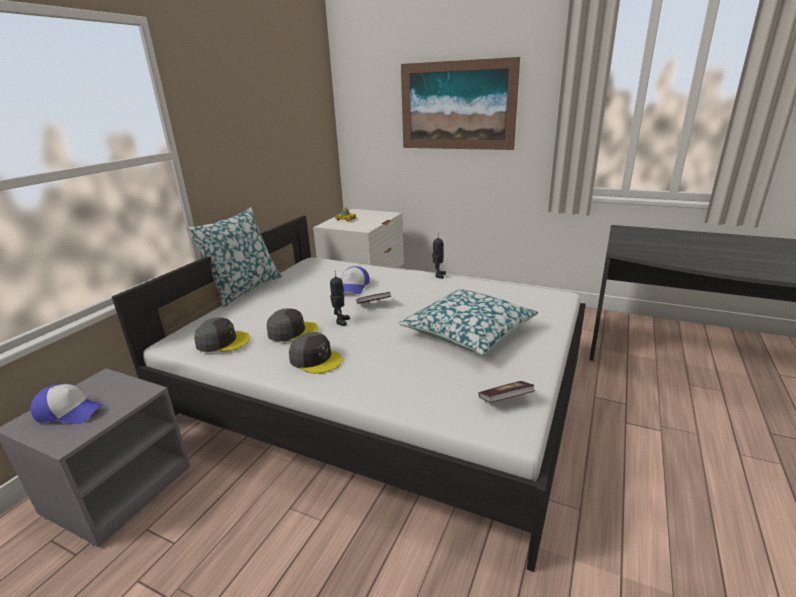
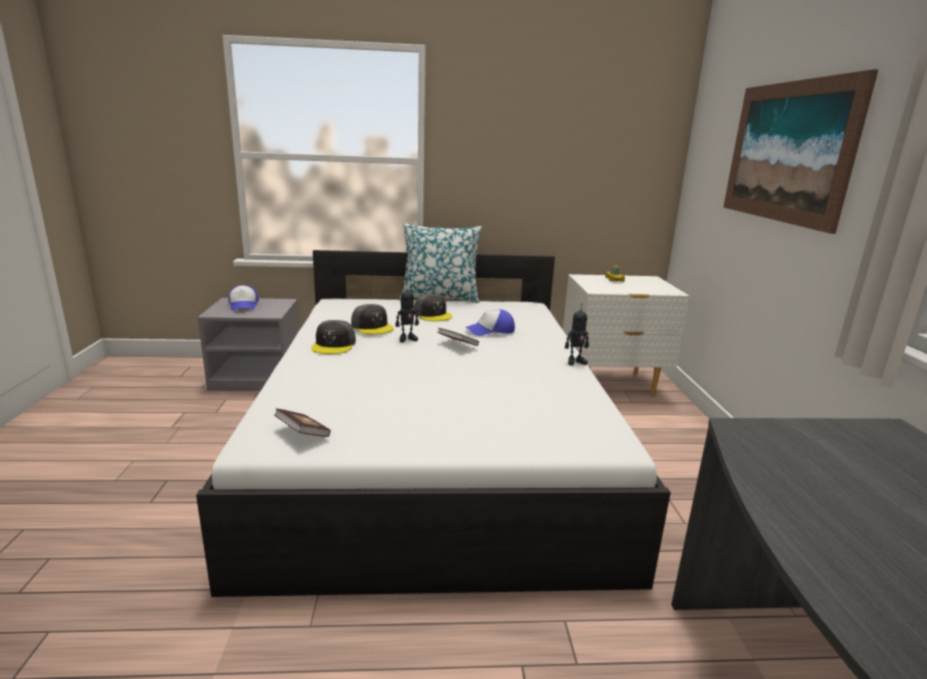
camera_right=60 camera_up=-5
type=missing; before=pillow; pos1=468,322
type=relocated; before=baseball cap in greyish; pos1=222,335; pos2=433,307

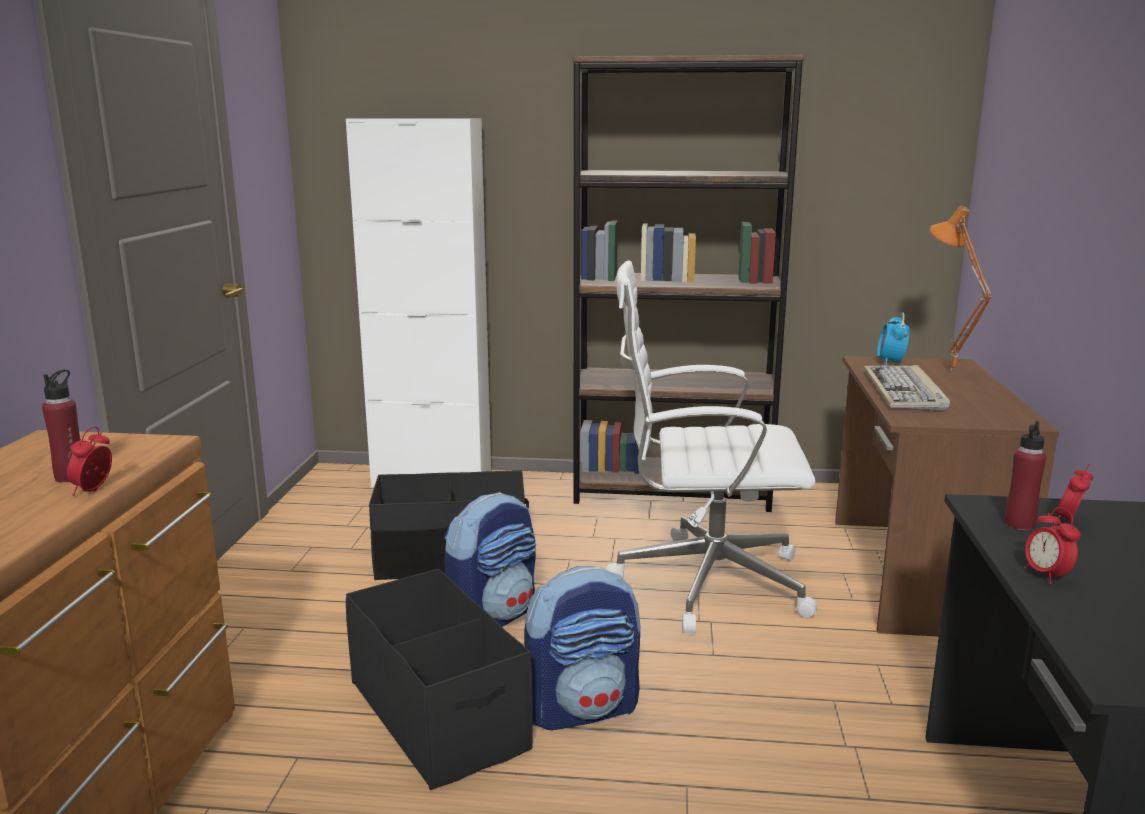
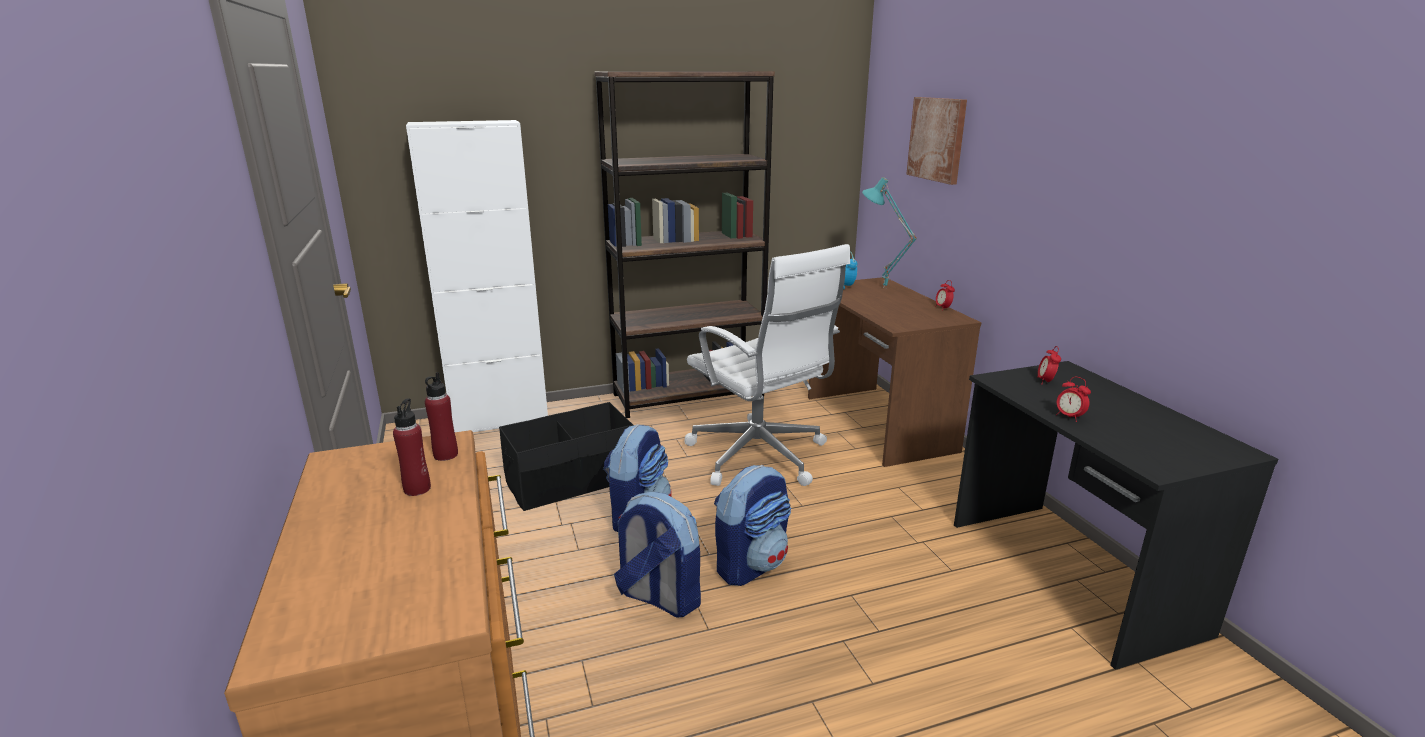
camera_right=-25 camera_up=5
type=missing; before=keyboard; pos1=907,387
type=appeared; after=picture; pos2=936,141
type=relocated; before=bedside clock; pos1=89,461; pos2=945,295
type=relocated; before=drink bottle in red; pos1=1025,475; pos2=441,416
type=exchanged; before=storage box in black-coloured; after=rucksack; pos1=439,679; pos2=657,554
type=colour; before=tabletop lamp in orangey; after=tabletop lamp in blue-green; pos1=961,289; pos2=889,232
type=spun; before=desk chair in white-coloured; pos1=711,447; pos2=767,365; turn=-105

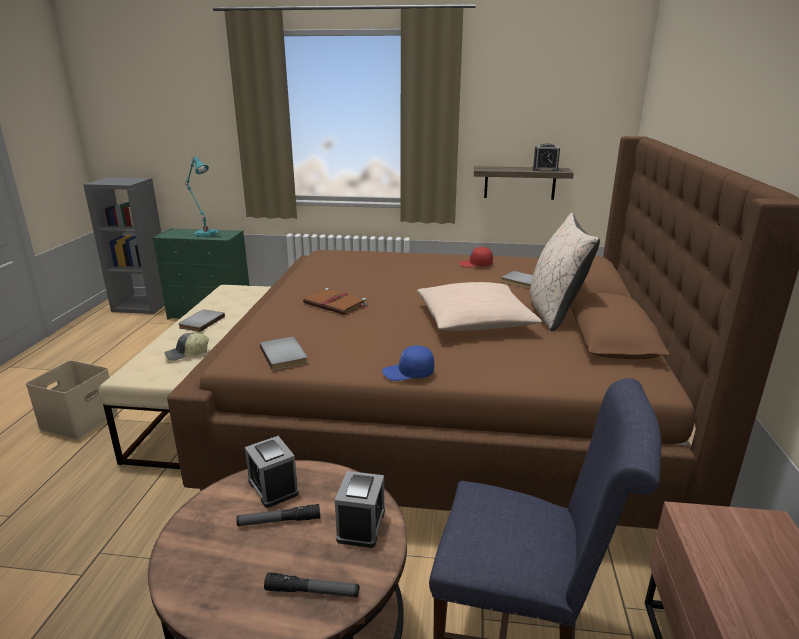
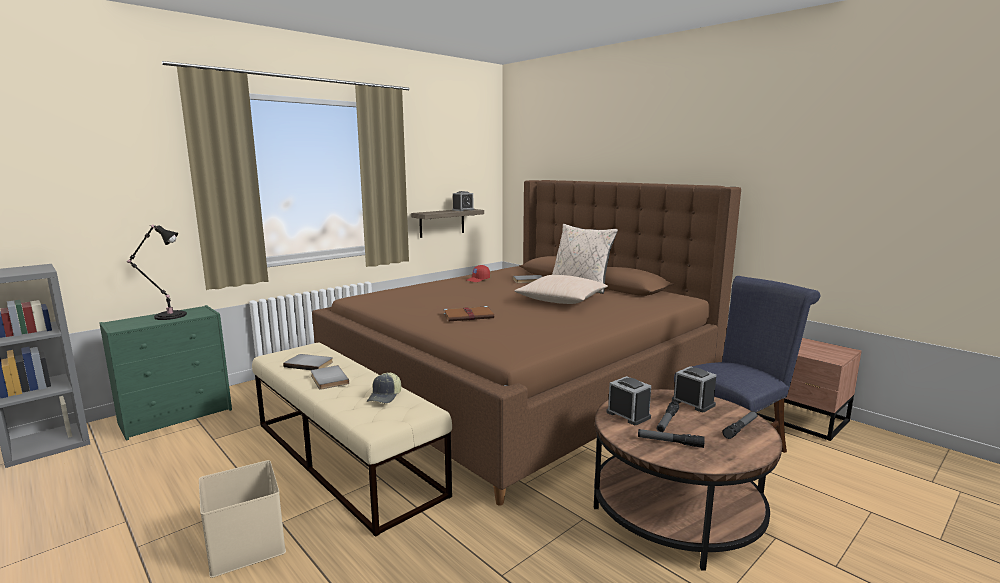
camera_right=-50 camera_up=-10
type=missing; before=baseball cap in blue-coloured; pos1=408,363
type=appeared; after=hand torch; pos2=671,438
type=relocated; before=volume in greyish; pos1=284,353; pos2=308,362
type=colour; before=tabletop lamp in blue-green; after=tabletop lamp in black-coloured; pos1=201,196; pos2=156,272
type=spun; before=bedside clock; pos1=272,472; pos2=628,400; turn=-135

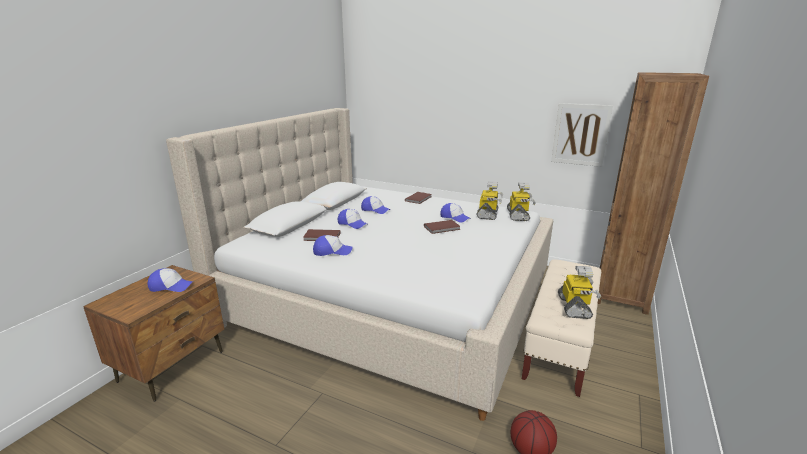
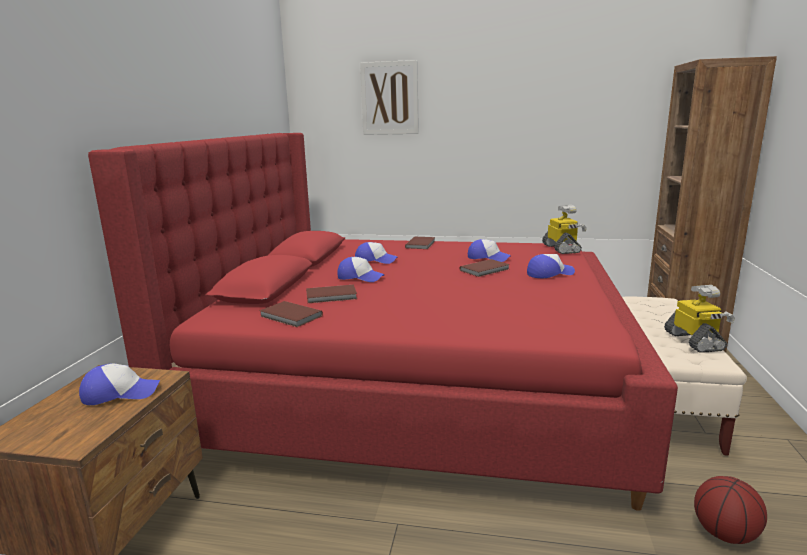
camera_right=-15 camera_up=-5
type=missing; before=toy robot; pos1=490,201
type=appeared; after=volume in brownish; pos2=291,314
type=relocated; before=baseball cap; pos1=333,245; pos2=551,266
type=relocated; before=picture; pos1=582,135; pos2=389,97
type=colour; before=sleeping bed in beige-coloured; after=sleeping bed in red; pos1=359,264; pos2=383,322

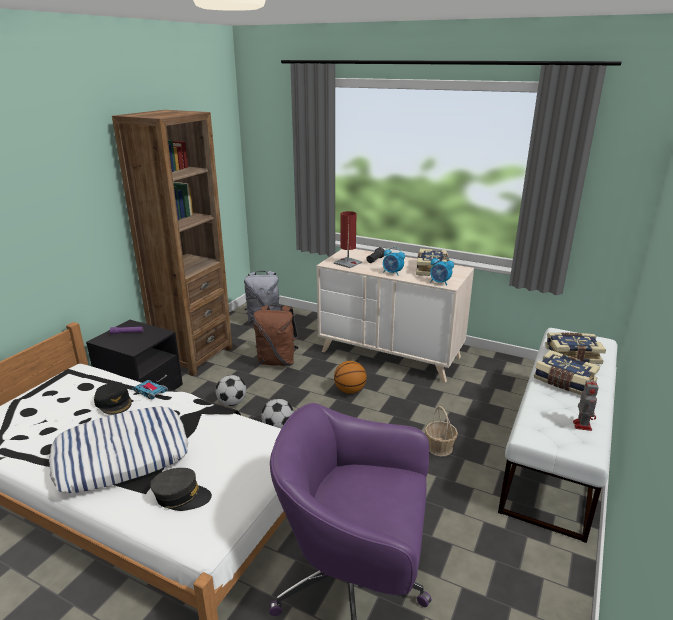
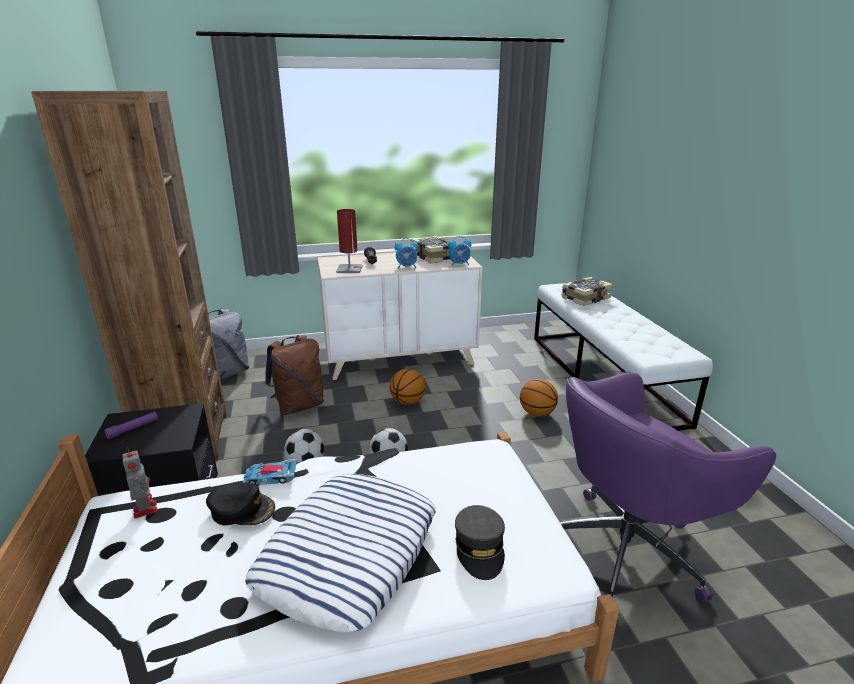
camera_right=-40 camera_up=0
type=missing; before=volume; pos1=567,372
type=relocated; before=toy robot; pos1=586,404; pos2=140,483
type=exchanged; before=basket; after=ball for basketball; pos1=441,431; pos2=539,398
type=spun; before=baseball cap in greyish; pos1=181,489; pos2=480,542; turn=120

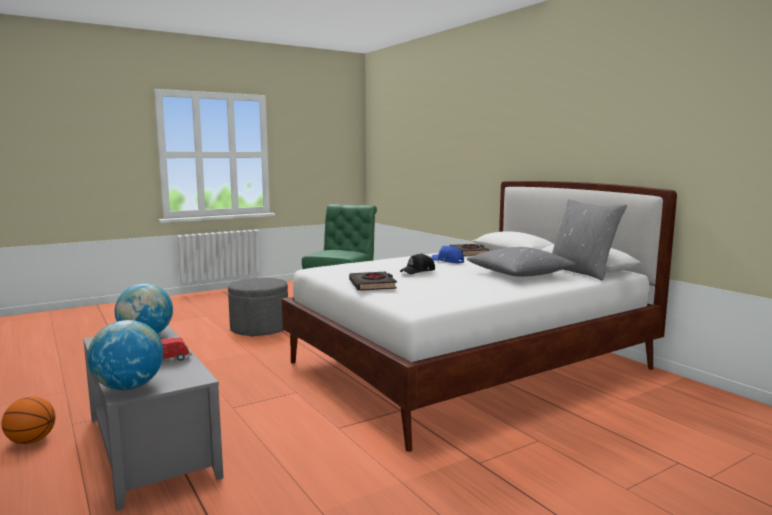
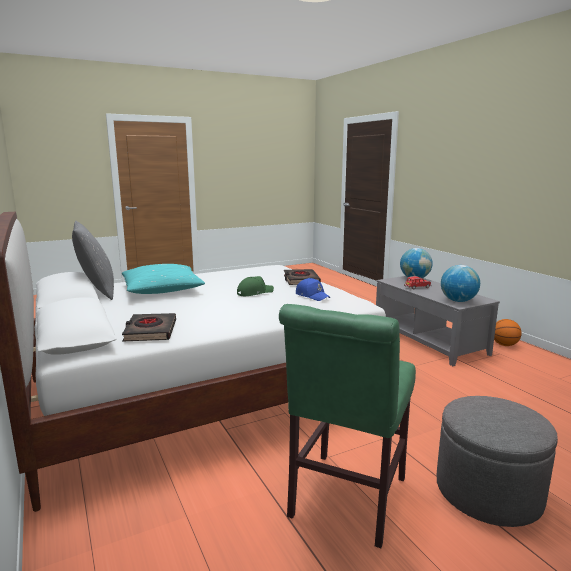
camera_right=-175 camera_up=5
type=relocated; before=baseball cap in blue-coloured; pos1=447,254; pos2=313,289
type=colour; before=baseball cap in black-coloured; after=baseball cap in green; pos1=417,263; pos2=255,286
type=colour; before=pillow in greyish; after=pillow in blue-green; pos1=521,262; pos2=163,279

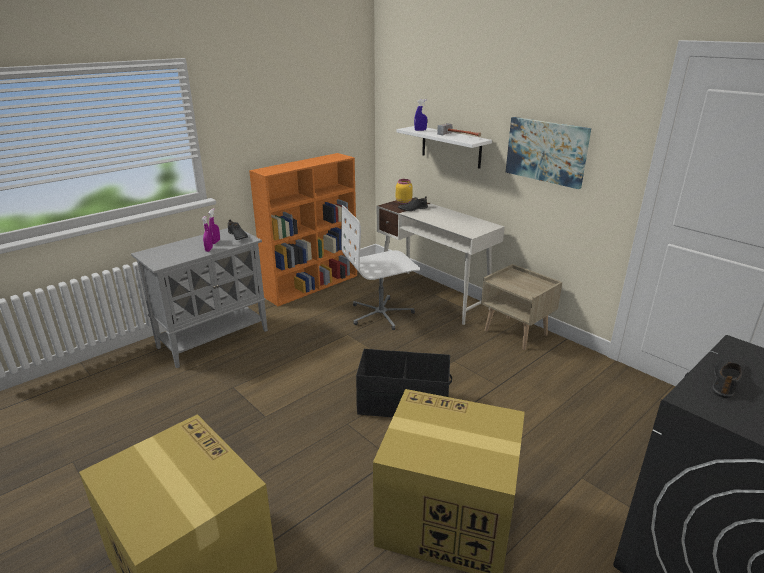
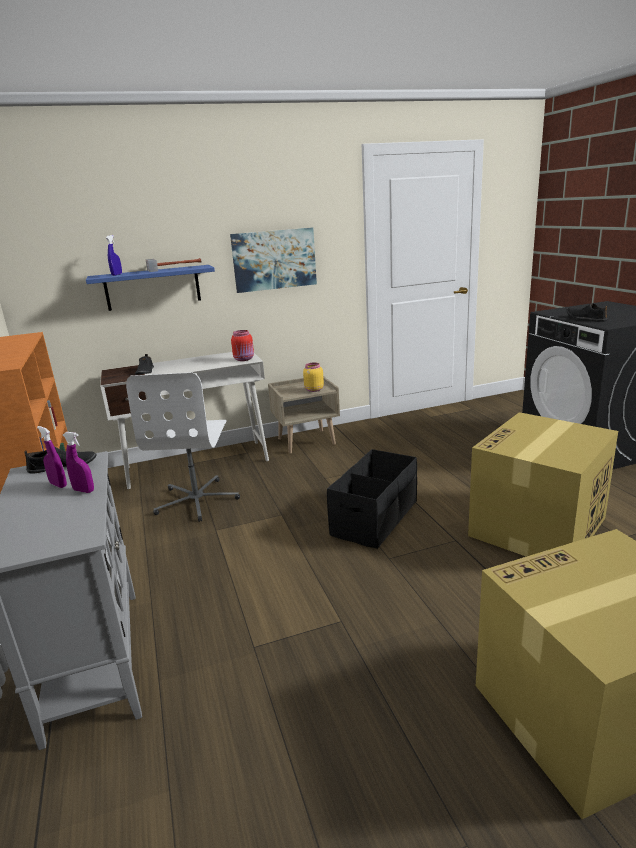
camera_right=-65 camera_up=-5
type=appeared; after=storage jar in red; pos2=242,345
type=relocated; before=storage jar in yellowish; pos1=404,191; pos2=313,377
type=colour; before=bracket shelf in white-coloured; after=bracket shelf in blue-coloured; pos1=444,147; pos2=150,288

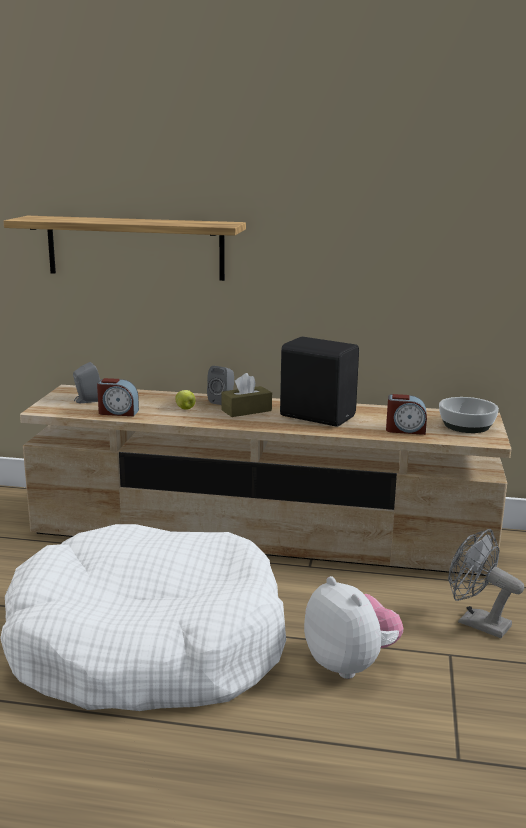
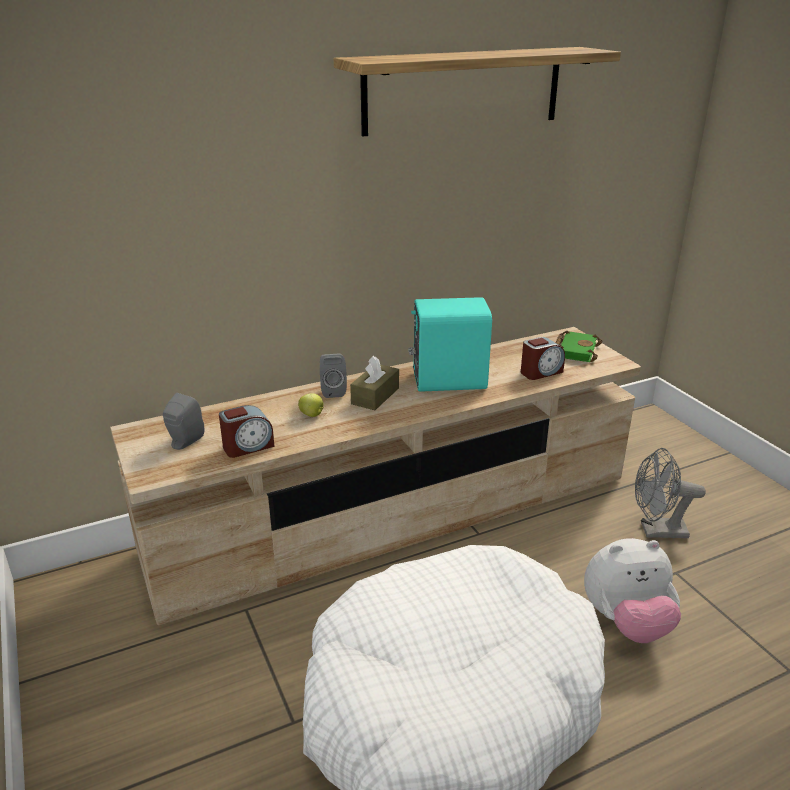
camera_right=-35 camera_up=10
type=relocated; before=bracket shelf; pos1=125,248; pos2=477,92
type=exchanged; before=serving bowl; after=volume in green; pos1=469,415; pos2=579,346
type=colour; before=audio speaker in black-coloured; after=audio speaker in blue-green; pos1=319,382; pos2=450,344
type=spun; before=plush toy; pos1=353,627; pos2=632,590; turn=150

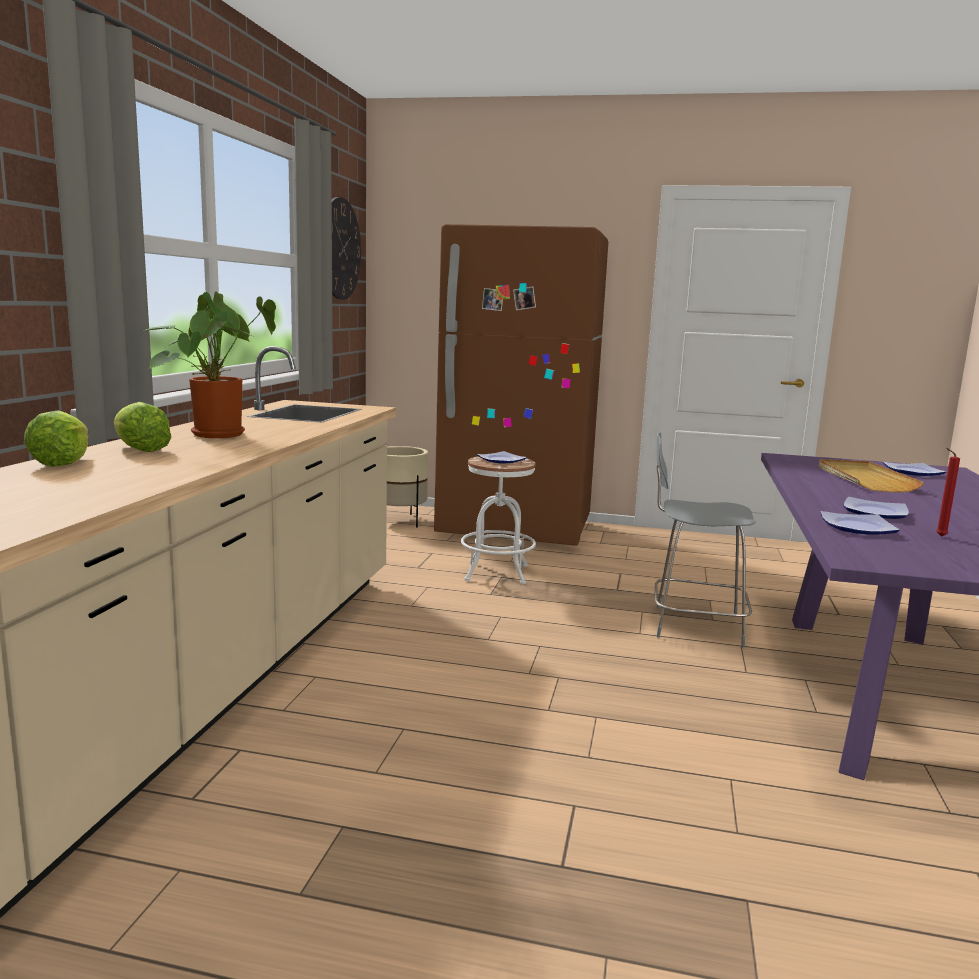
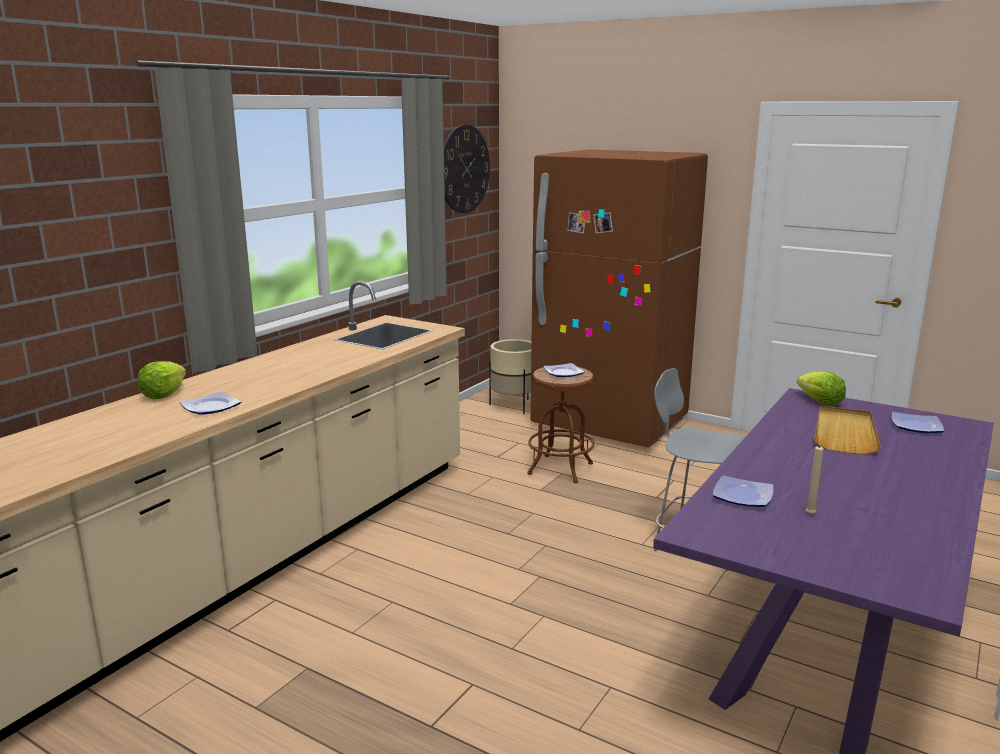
camera_right=20 camera_up=5
type=missing; before=potted plant; pos1=210,364
type=relocated; before=head of lettuce; pos1=143,427; pos2=821,388
type=relocated; before=plate; pos1=876,508; pos2=210,403
type=colour; before=stool seat in white-coloured; after=stool seat in brownish; pos1=498,520; pos2=561,425
type=colour; before=candle in red; after=candle in beige-coloured; pos1=948,492; pos2=815,477

